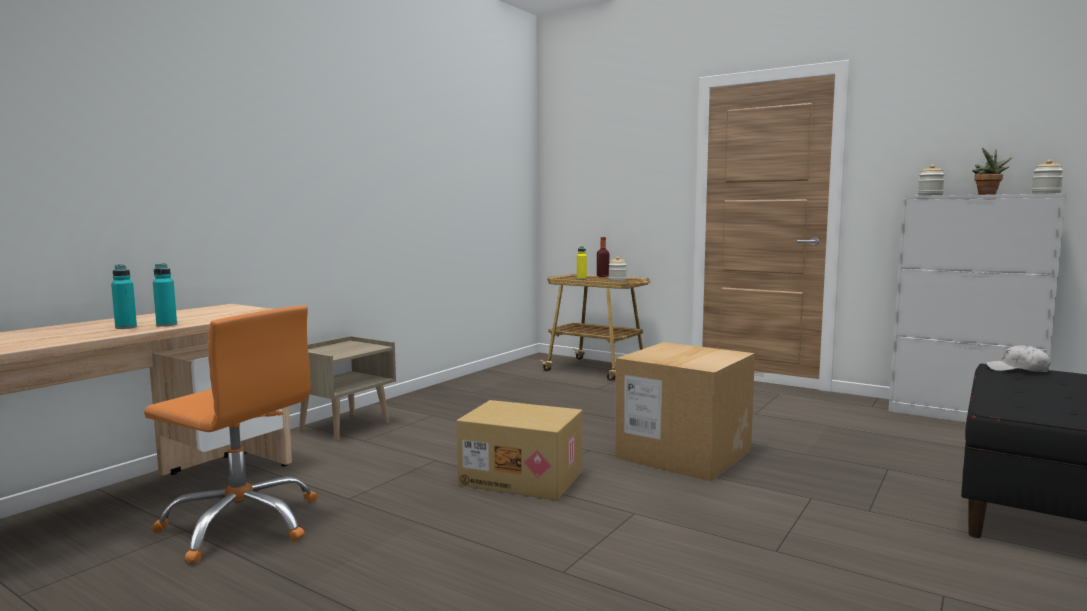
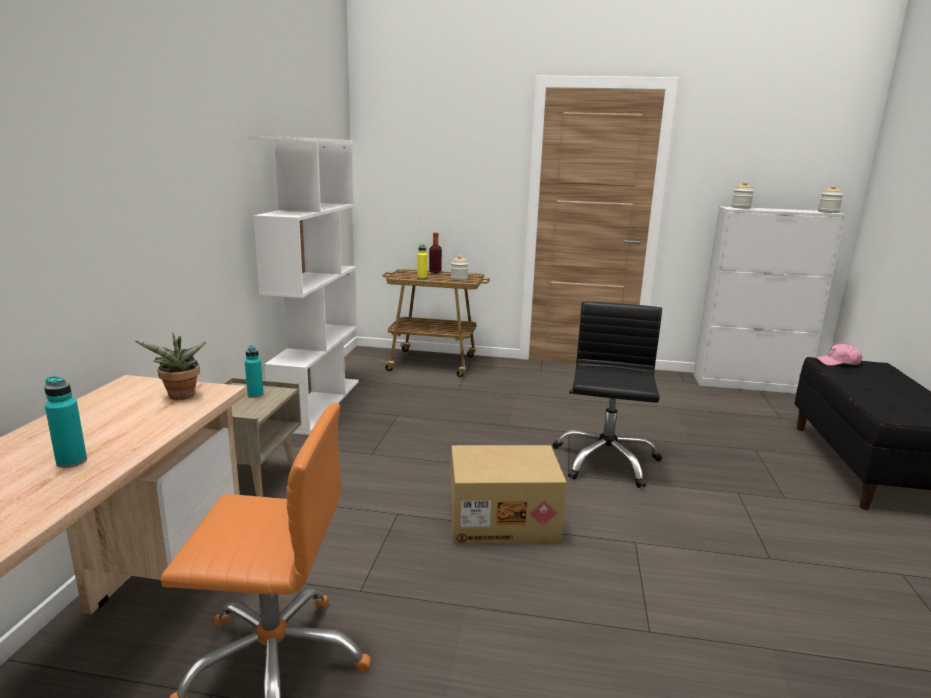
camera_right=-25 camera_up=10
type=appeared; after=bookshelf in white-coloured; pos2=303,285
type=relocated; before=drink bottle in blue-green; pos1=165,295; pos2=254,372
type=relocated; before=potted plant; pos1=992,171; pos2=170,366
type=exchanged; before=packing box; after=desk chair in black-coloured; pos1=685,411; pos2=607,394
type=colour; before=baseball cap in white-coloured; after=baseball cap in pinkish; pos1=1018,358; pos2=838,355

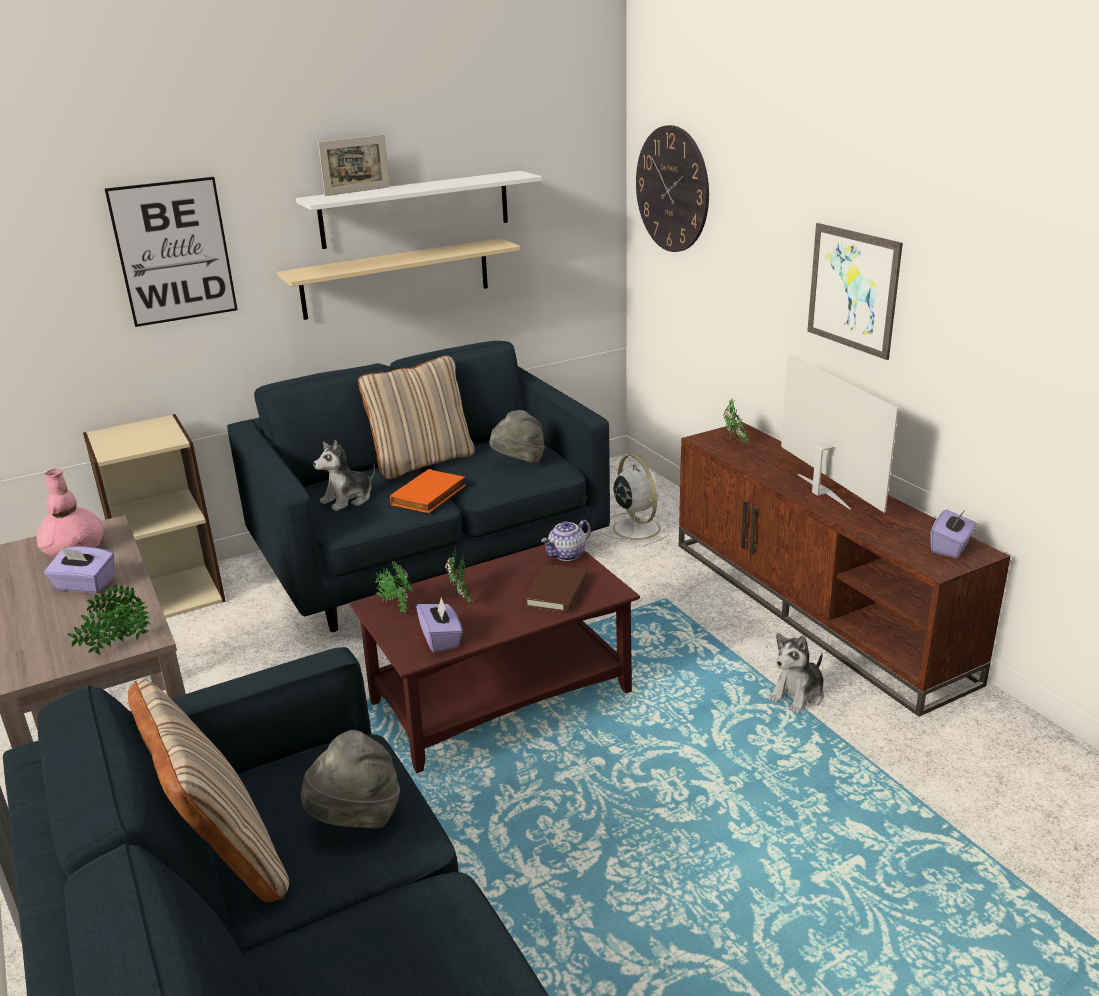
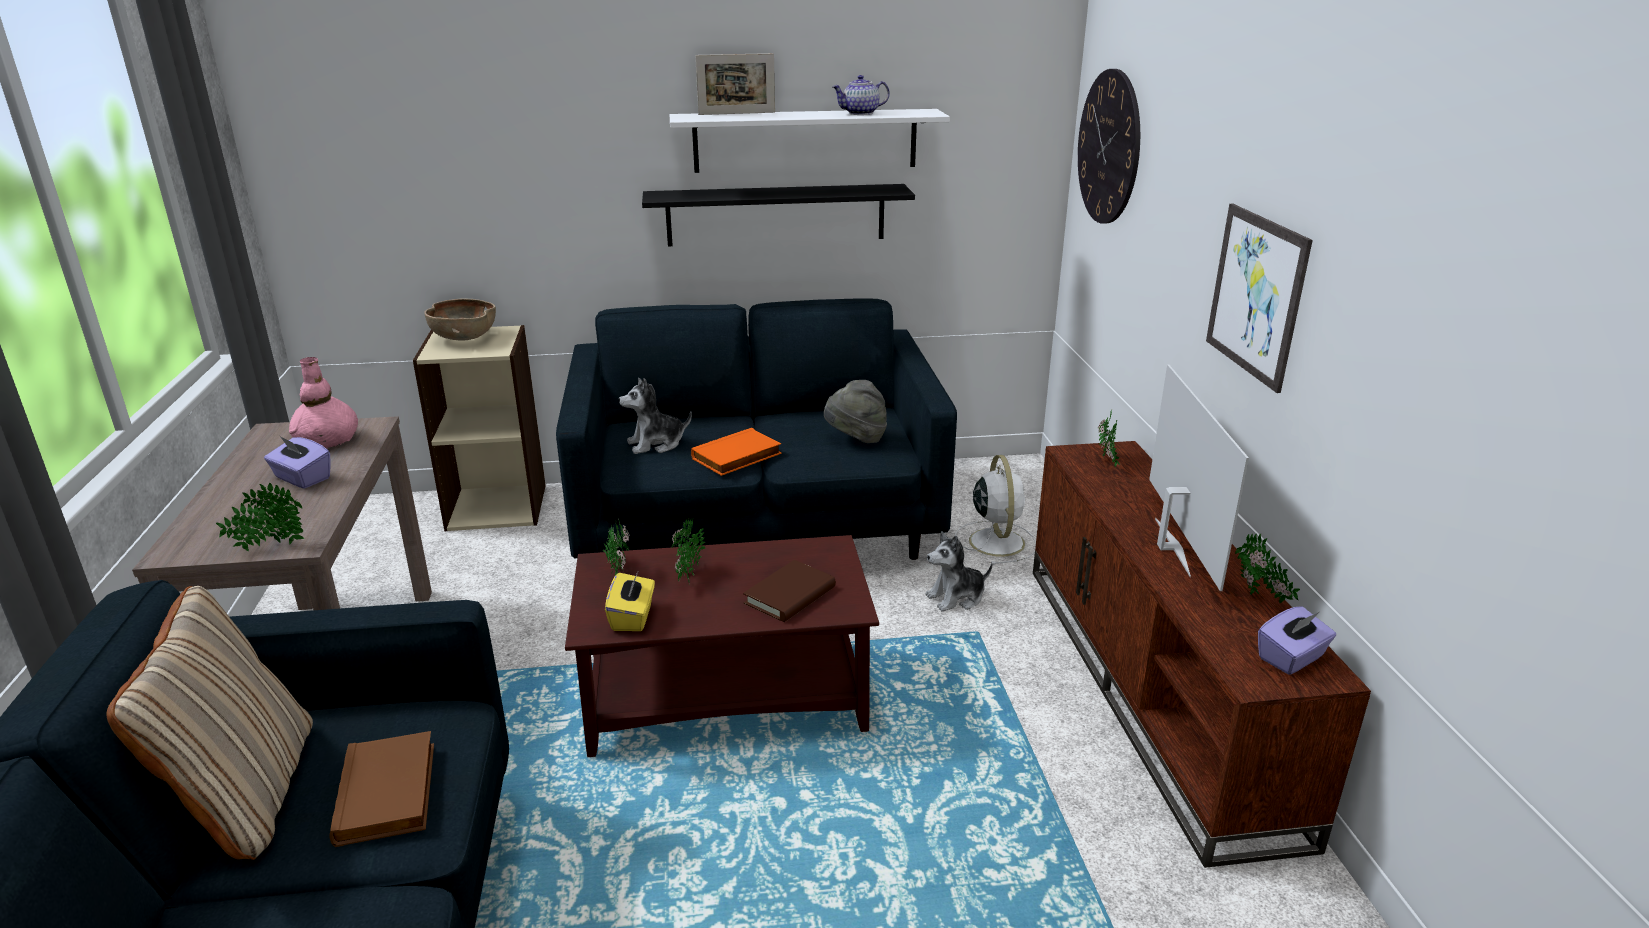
camera_right=20 camera_up=0
type=missing; before=picture; pos1=170,252
type=missing; before=pillow in beige-coloured; pos1=416,417
type=appeared; after=serving bowl in brownish; pos2=460,319
type=appeared; after=potted plant; pos2=1267,568
type=relocated; before=pot for tea; pos1=566,540; pos2=861,95
type=relocated; before=plush toy; pos1=796,673; pos2=959,571
type=exchanged; before=clothing hat in greyish; after=volume in brownish; pos1=350,779; pos2=381,789
type=colour; before=bracket shelf in beige-coloured; after=bracket shelf in black-coloured; pos1=399,279; pos2=778,215
type=colour; before=box of tissues in purplish; after=box of tissues in yellowish; pos1=439,624; pos2=630,600

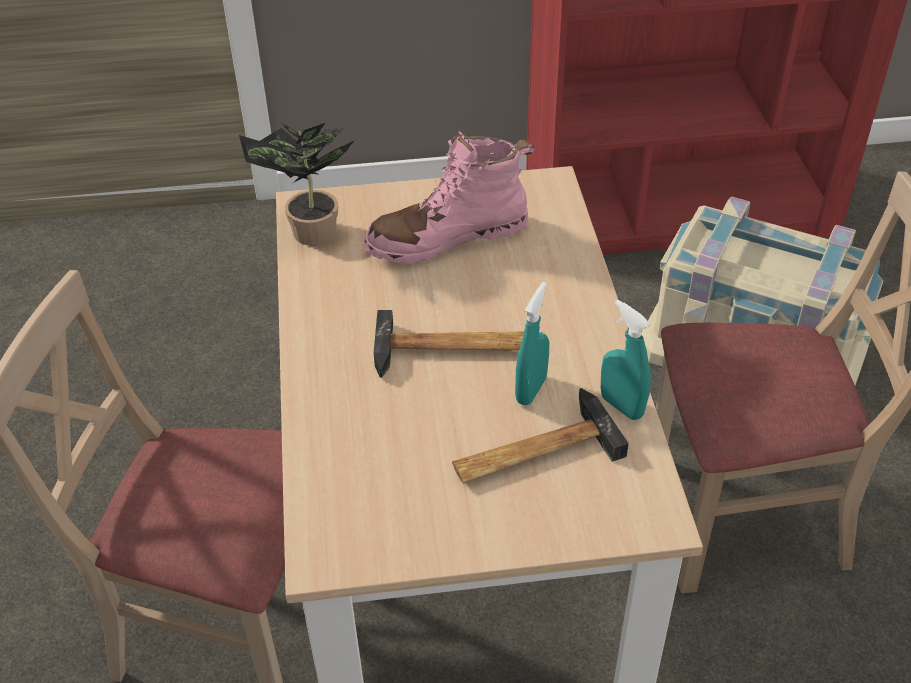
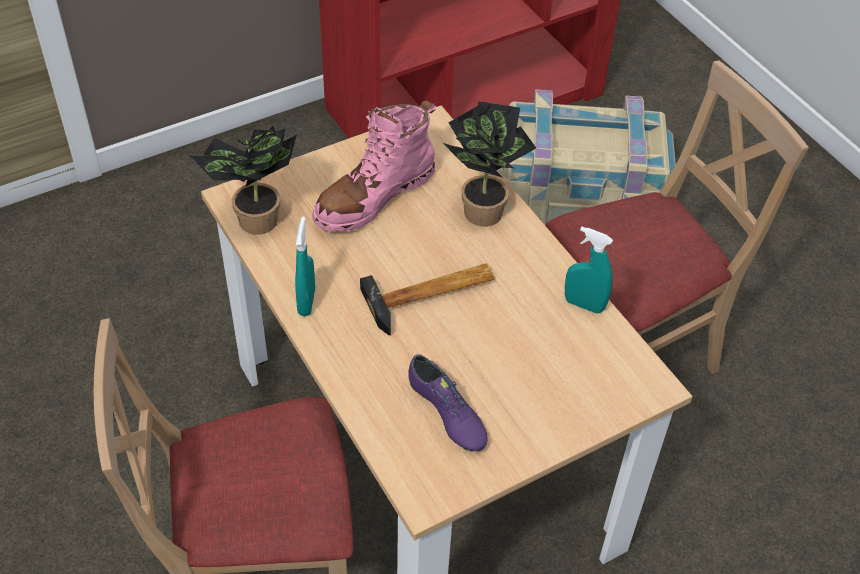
camera_right=-25 camera_up=5
type=missing; before=tool hammer; pos1=540,436
type=appeared; after=item of footwear in purplish; pos2=448,402
type=appeared; after=potted plant; pos2=489,164
type=relocated; before=hand sprayer in blue-green; pos1=532,344; pos2=305,266

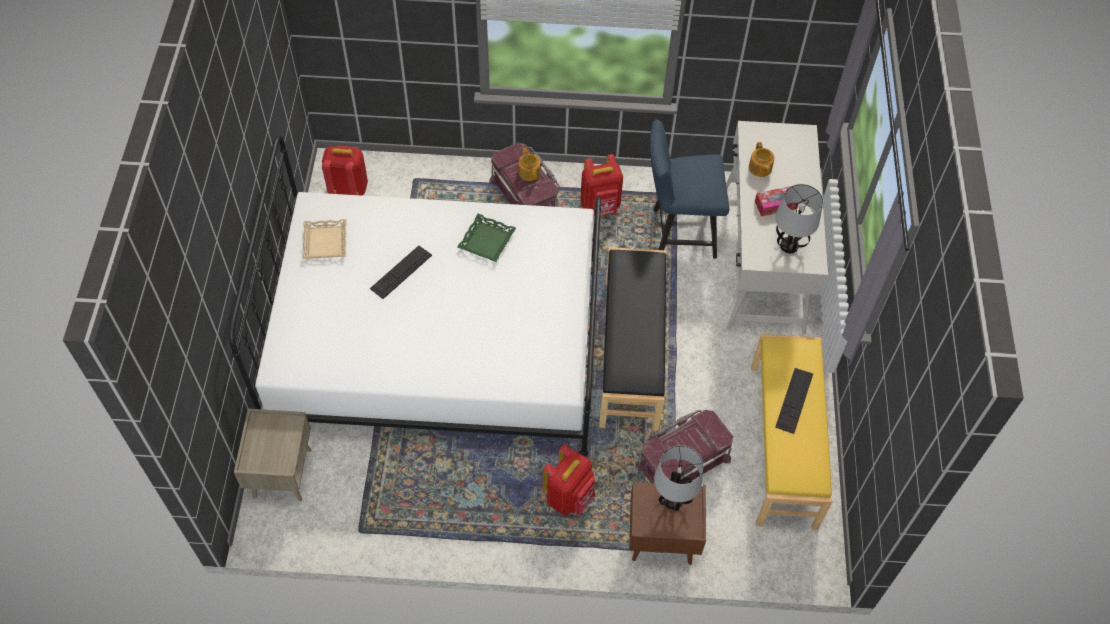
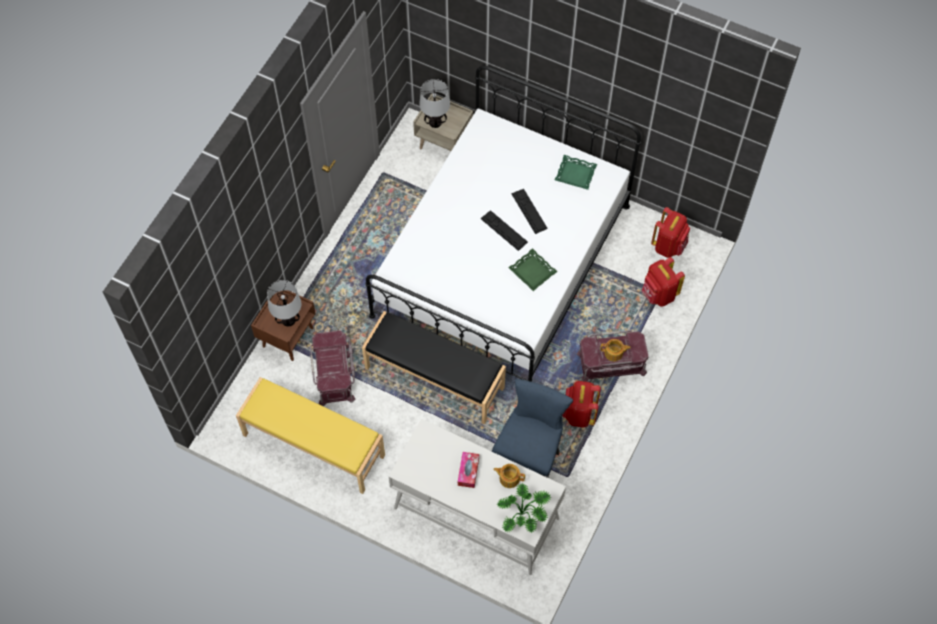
camera_right=115 camera_up=5
type=appeared; after=potted plant; pos2=524,508
type=relocated; before=rucksack in red; pos1=568,479; pos2=663,282
type=relocated; before=tabletop lamp; pos1=799,218; pos2=434,103
type=relocated; before=keyboard; pos1=794,401; pos2=504,230
type=colour; before=tray in beige-coloured; after=tray in green; pos1=324,239; pos2=576,172

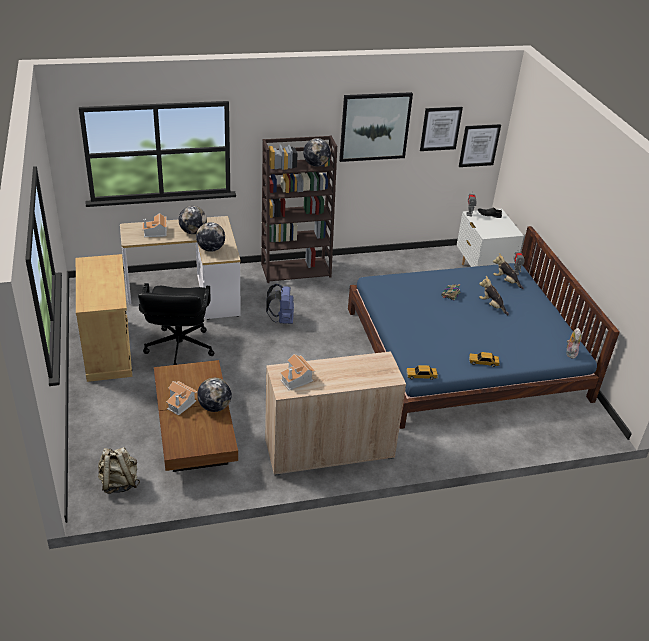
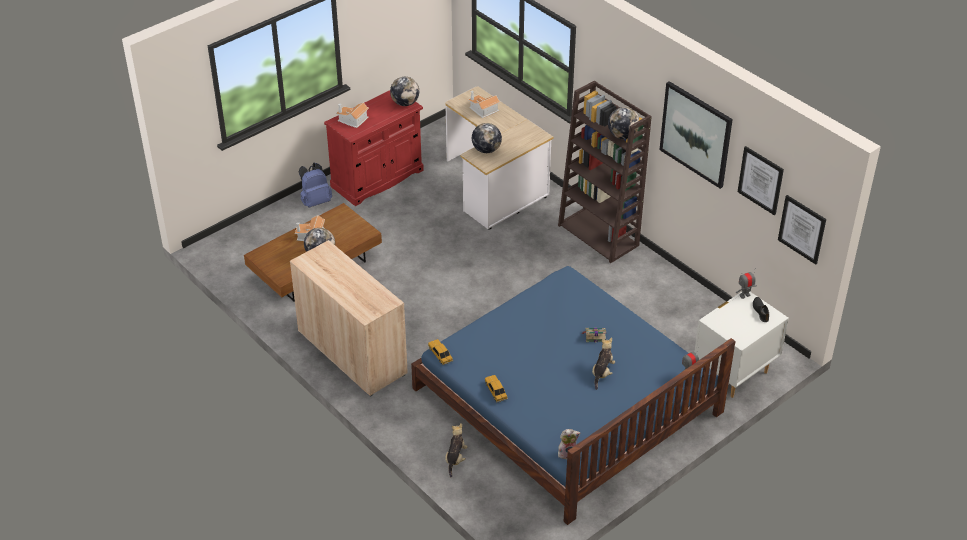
camera_right=65 camera_up=5
type=missing; before=rucksack in beige-coloured; pos1=119,470
type=missing; before=desk chair in black-coloured; pos1=176,324
type=relocated; before=desk globe; pos1=193,220; pos2=404,91
type=relocated; before=rucksack in blue-coloured; pos1=280,304; pos2=315,185
type=relocated; before=model house; pos1=297,372; pos2=352,115
type=relocated; before=plush toy; pos1=508,271; pos2=456,450
type=colour; before=storage cabinet in beige-coloured; after=storage cabinet in red; pos1=104,318; pos2=374,148

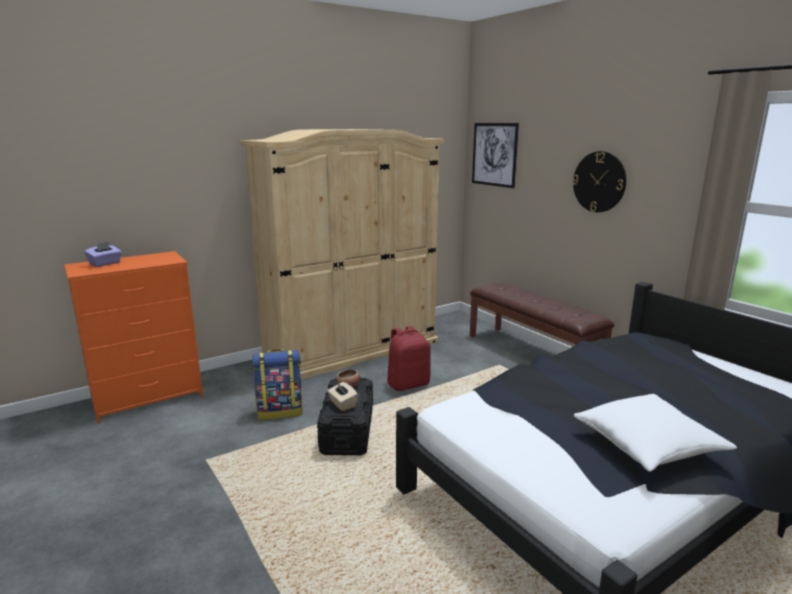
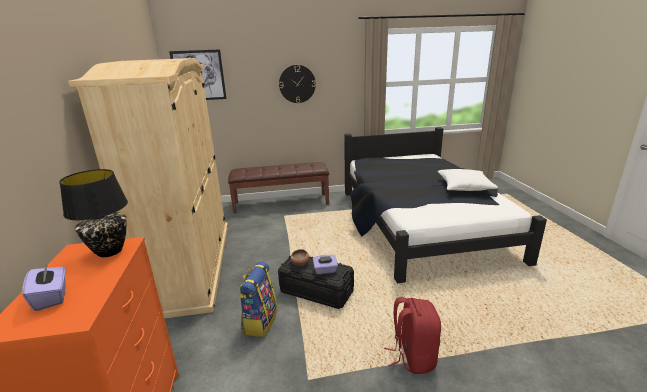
camera_right=-65 camera_up=5
type=appeared; after=tabletop lamp in black-coloured; pos2=93,213
type=relocated; before=rucksack in red; pos1=409,358; pos2=412,335
type=colour; before=box of tissues in beige-coloured; after=box of tissues in purplish; pos1=343,396; pos2=325,264

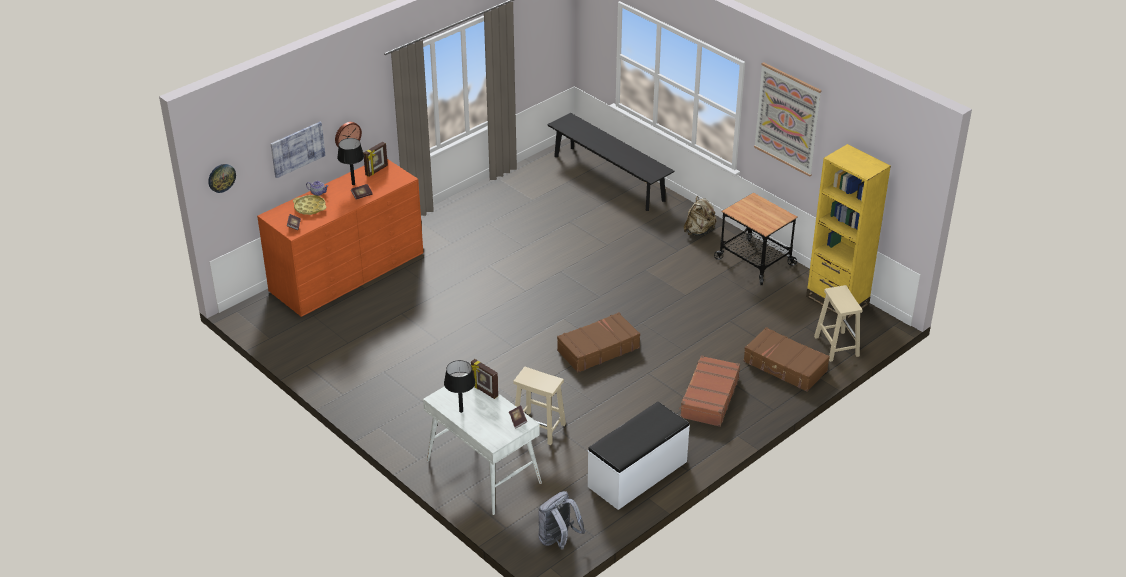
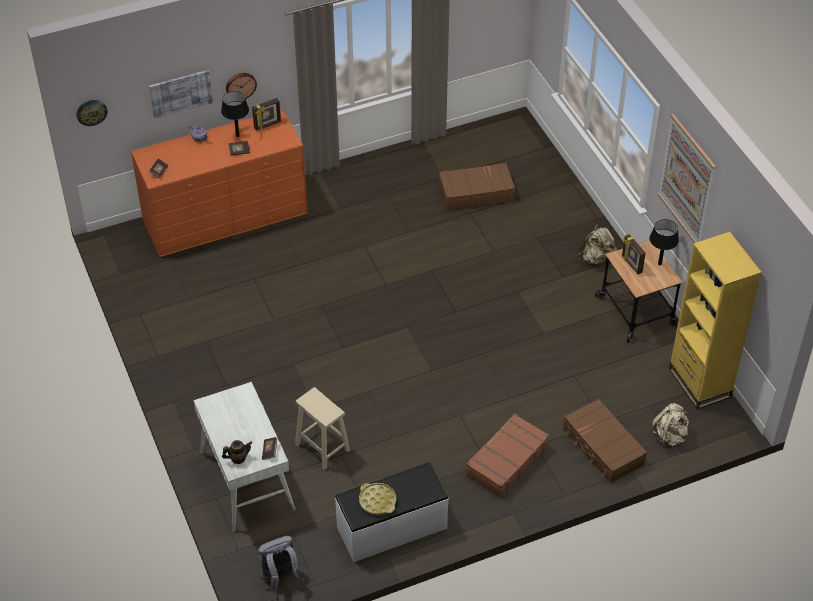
camera_right=20 camera_up=10
type=missing; before=bench in black-coloured; pos1=611,162
type=appeared; after=pot for tea; pos2=237,452
type=relocated; before=tray in yellowish; pos1=309,205; pos2=377,499
type=relocated; before=tabletop lamp in black-coloured; pos1=460,386; pos2=664,242
type=relocated; before=standing frame; pos1=484,379; pos2=634,254
type=relocated; before=travel case in brownish; pos1=598,342; pos2=477,186
type=exchanged; before=stool seat in beige-coloured; after=rucksack in beige-coloured; pos1=838,323; pos2=670,426

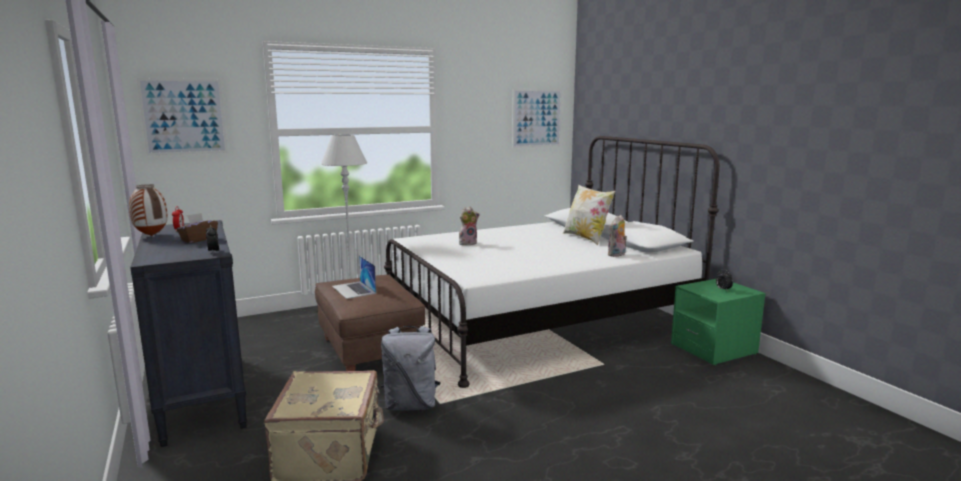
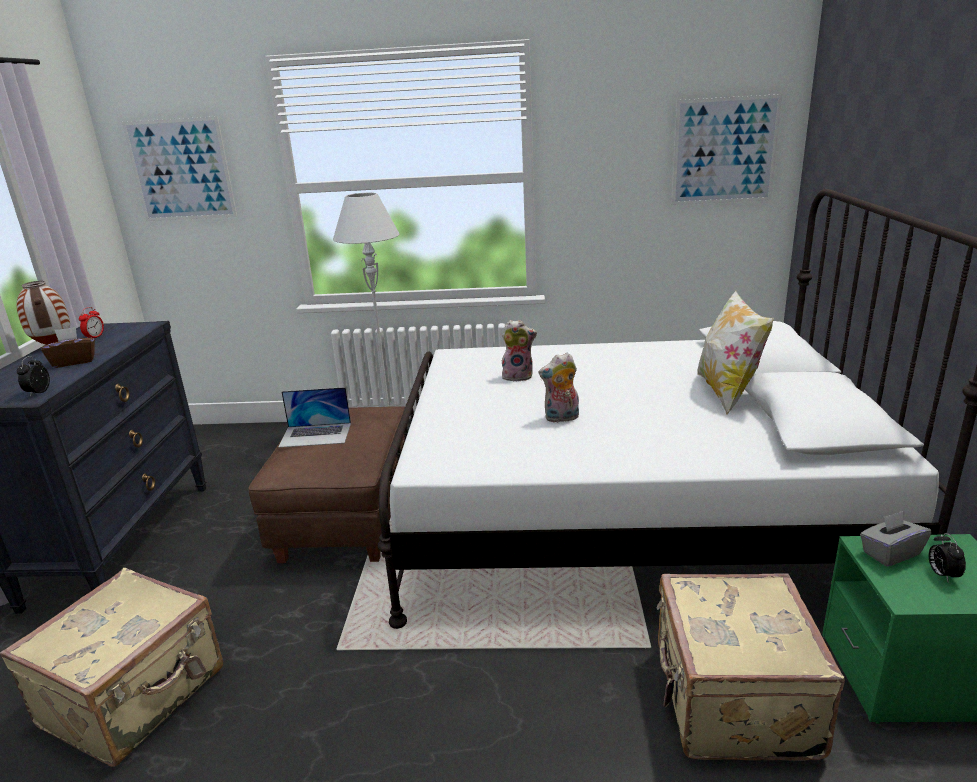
camera_right=30 camera_up=10
type=missing; before=rucksack in greyish; pos1=411,368
type=appeared; after=travel case in beige-coloured; pos2=751,667
type=appeared; after=box of tissues in greyish; pos2=895,538
type=relocated; before=plush toy; pos1=617,236; pos2=558,388
type=spun; before=portable computer; pos1=354,277; pos2=314,417; turn=-90

